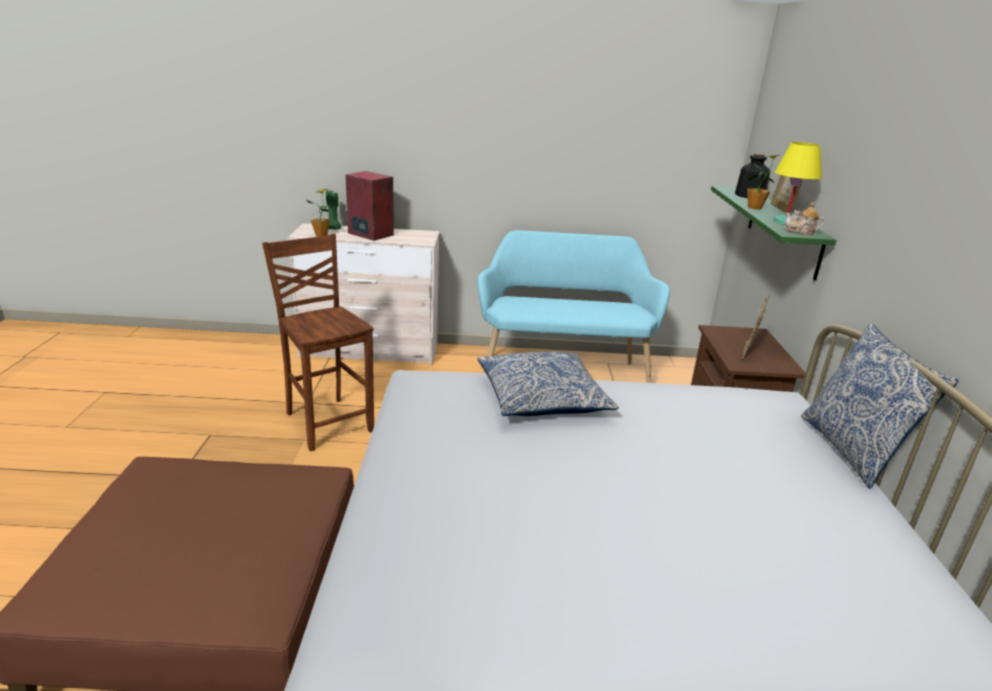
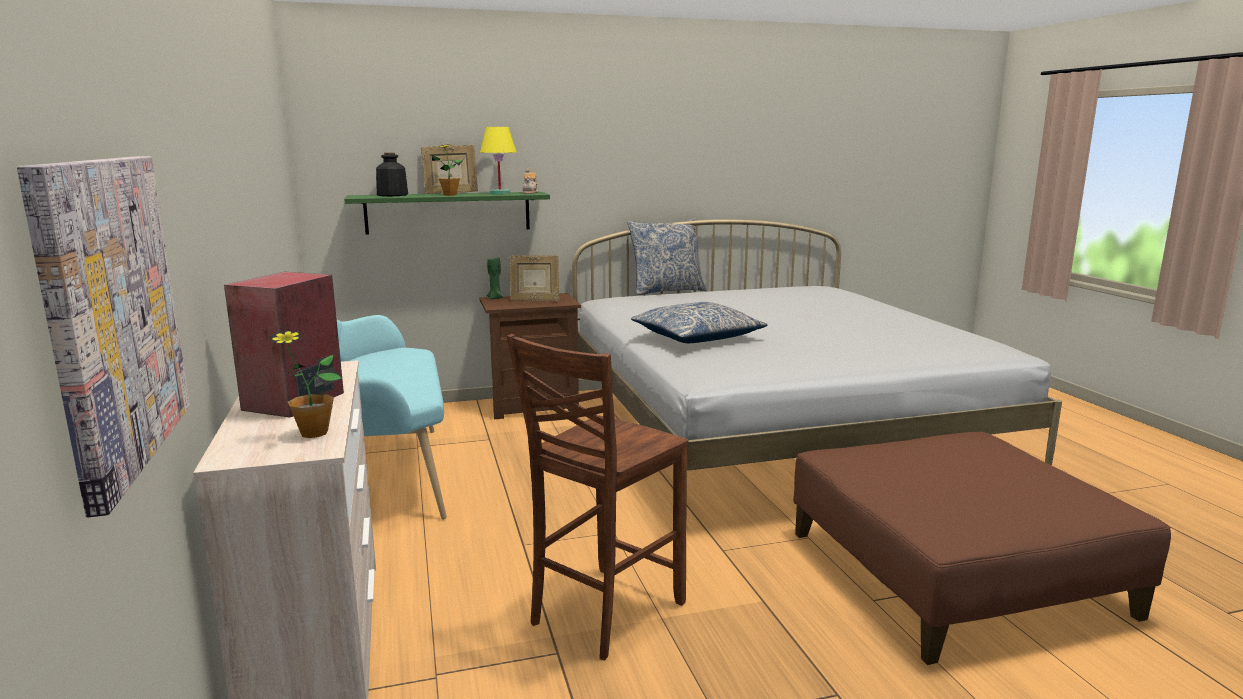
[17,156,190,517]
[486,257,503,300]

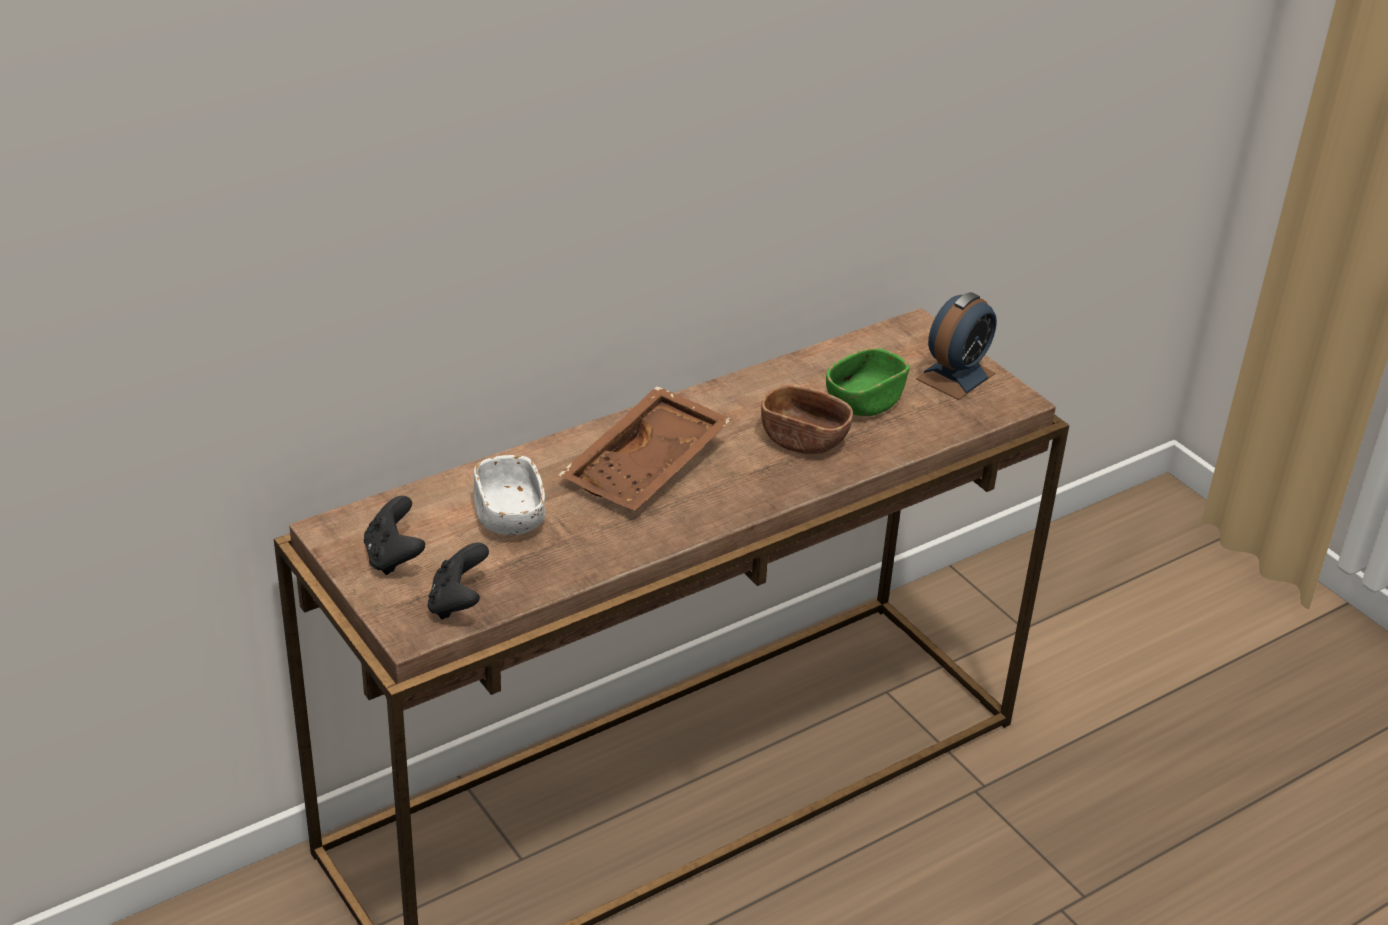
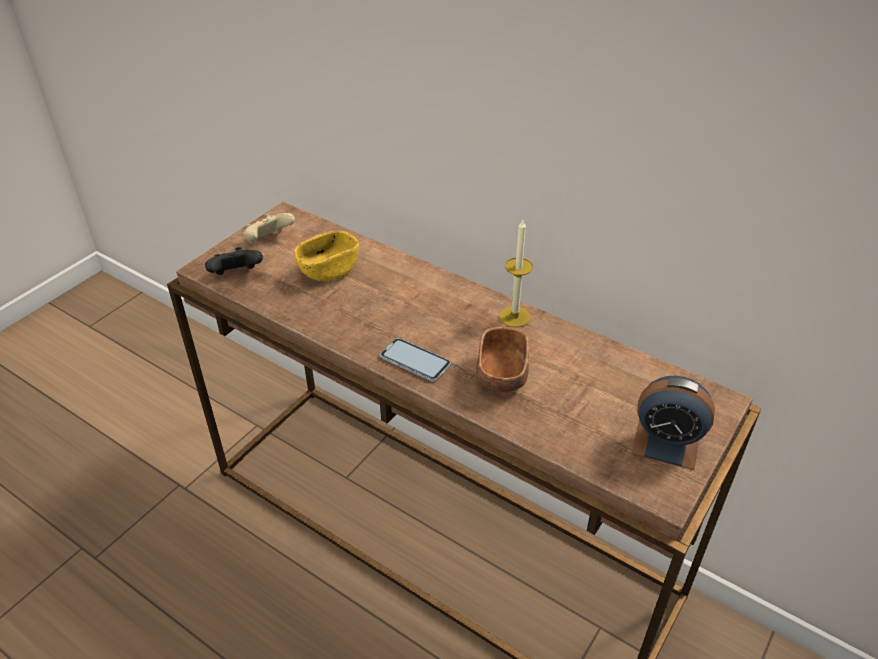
[244,213,295,244]
[294,230,359,281]
[380,338,451,381]
[499,220,533,328]
[559,386,731,511] (first image)
[826,348,909,416] (first image)

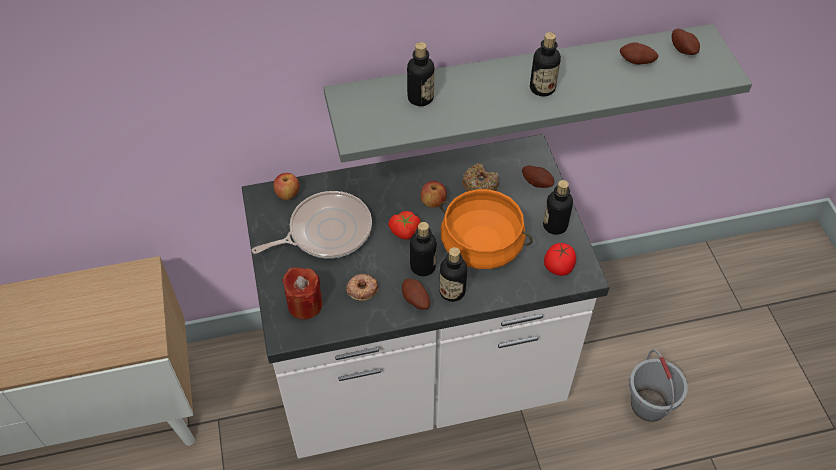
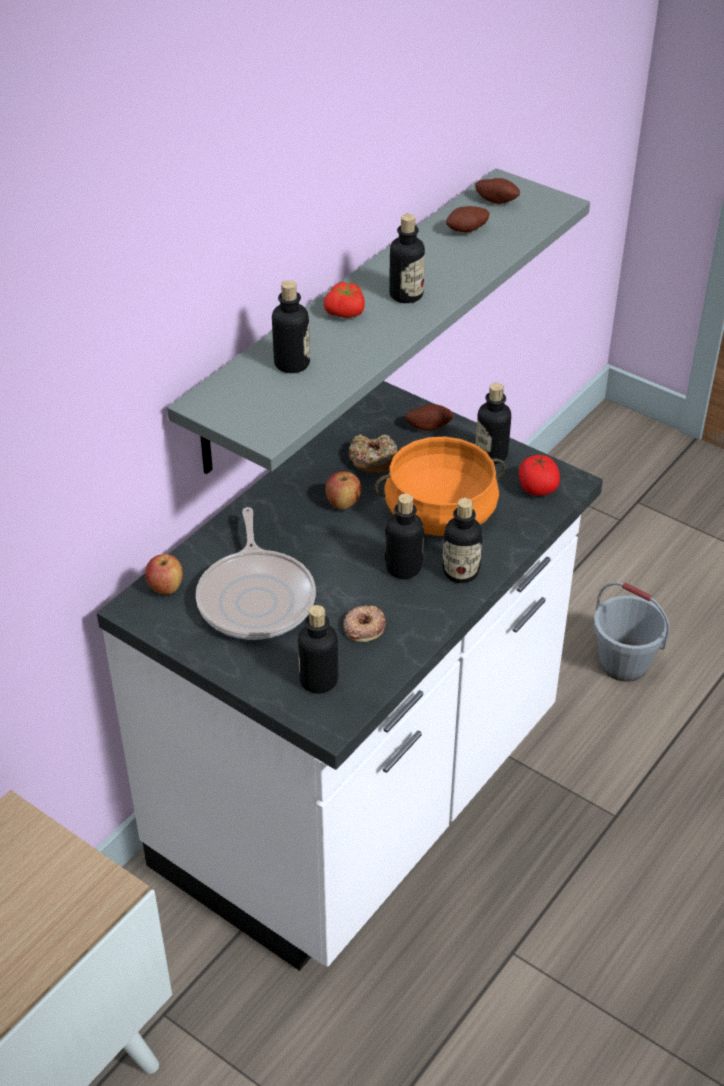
[196,507,316,640]
[298,605,338,694]
[324,282,365,318]
[402,279,430,310] (first image)

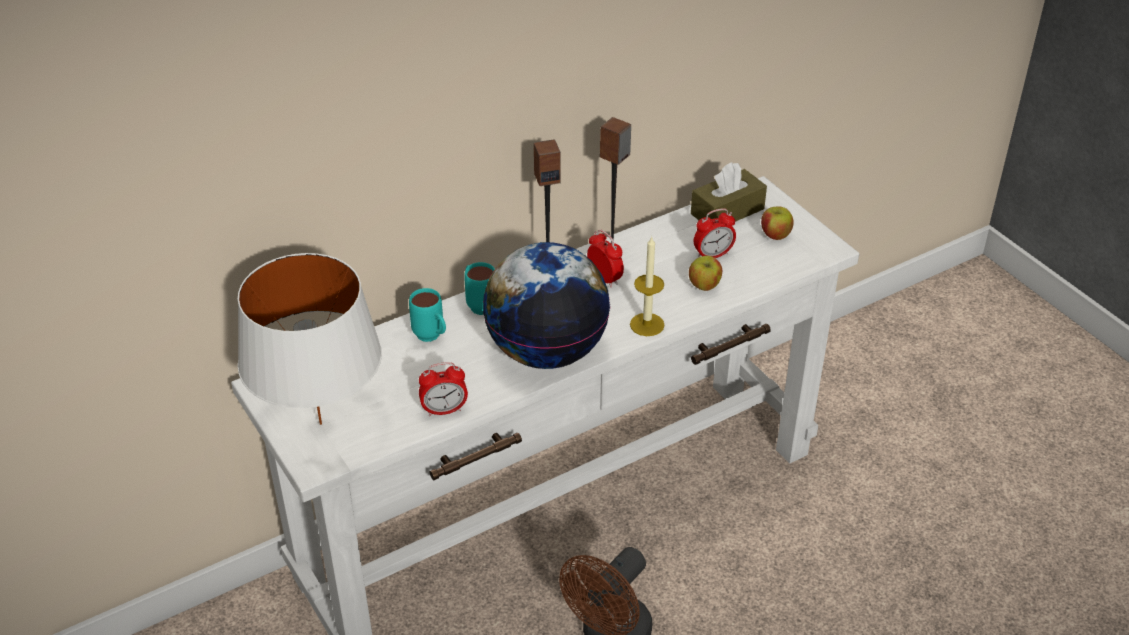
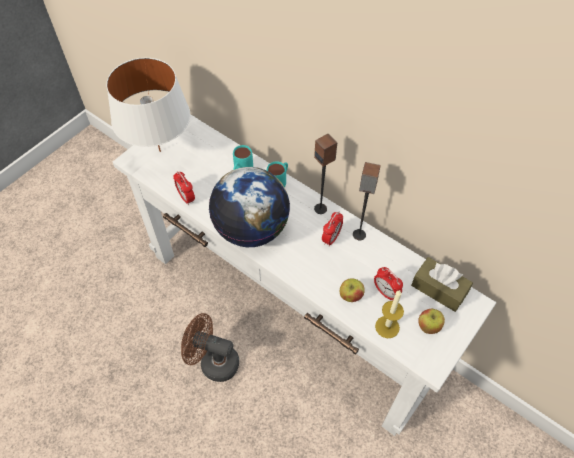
[375,290,404,338]

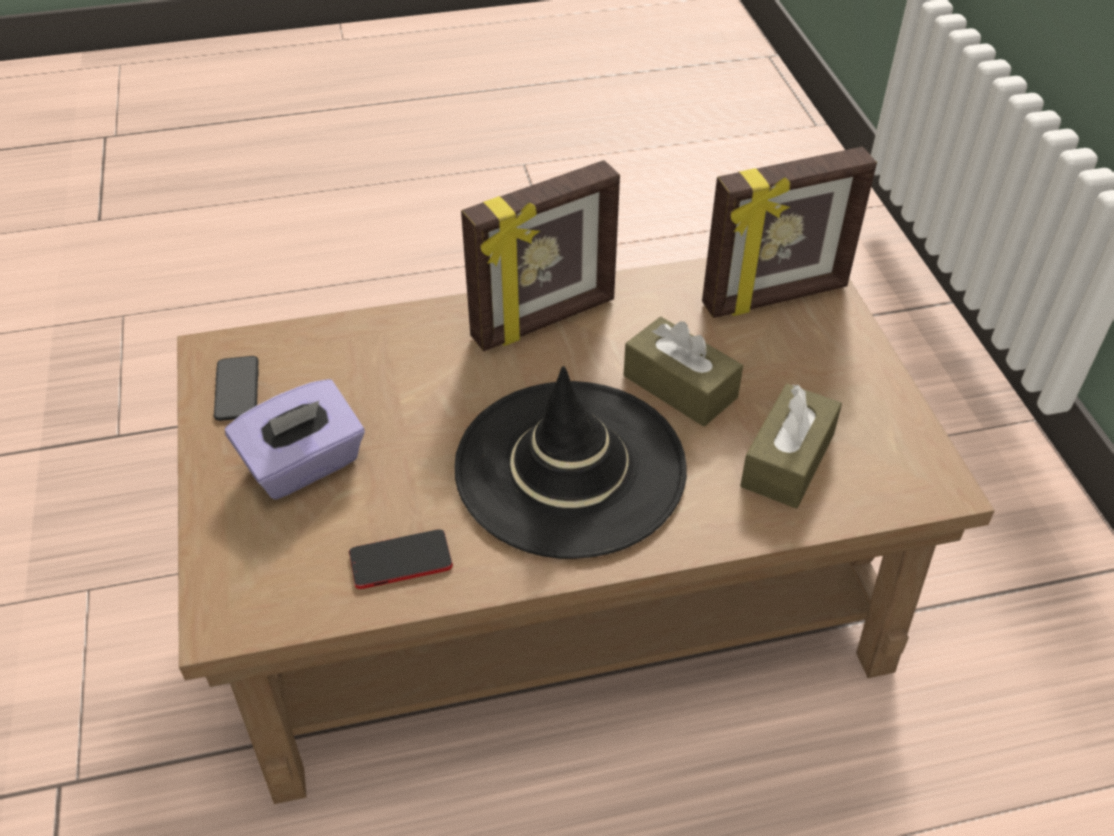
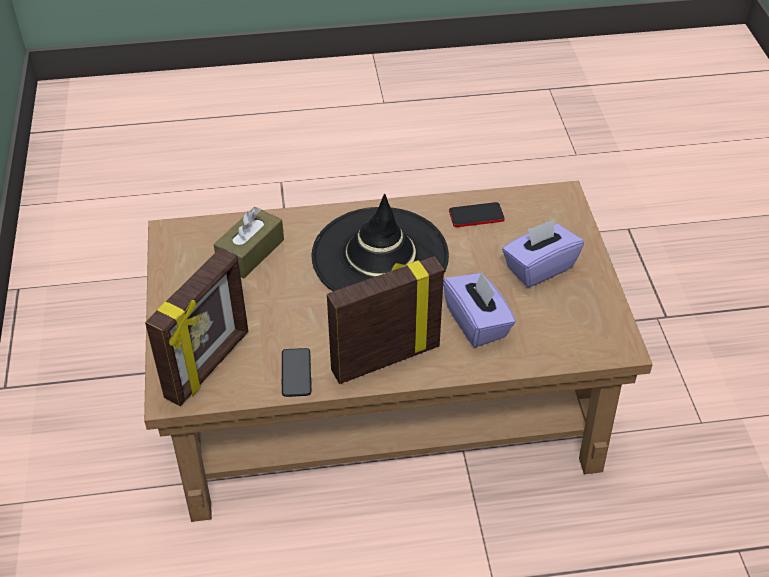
[145,248,248,406]
[282,348,312,397]
[443,272,516,347]
[624,317,743,427] (first image)

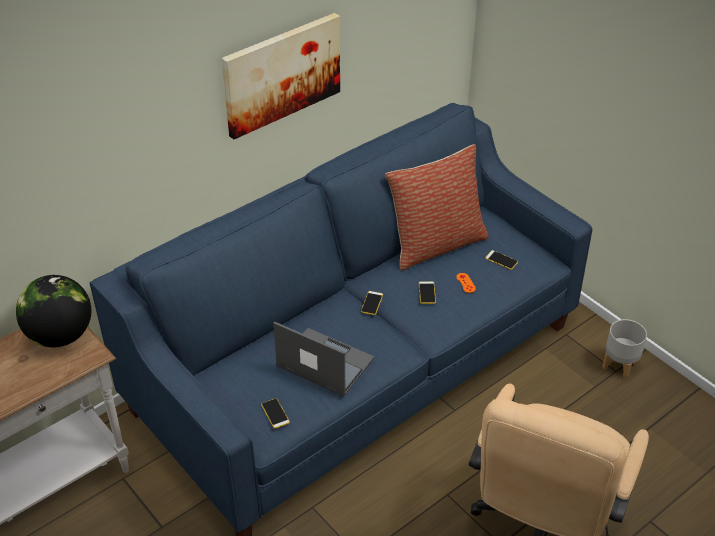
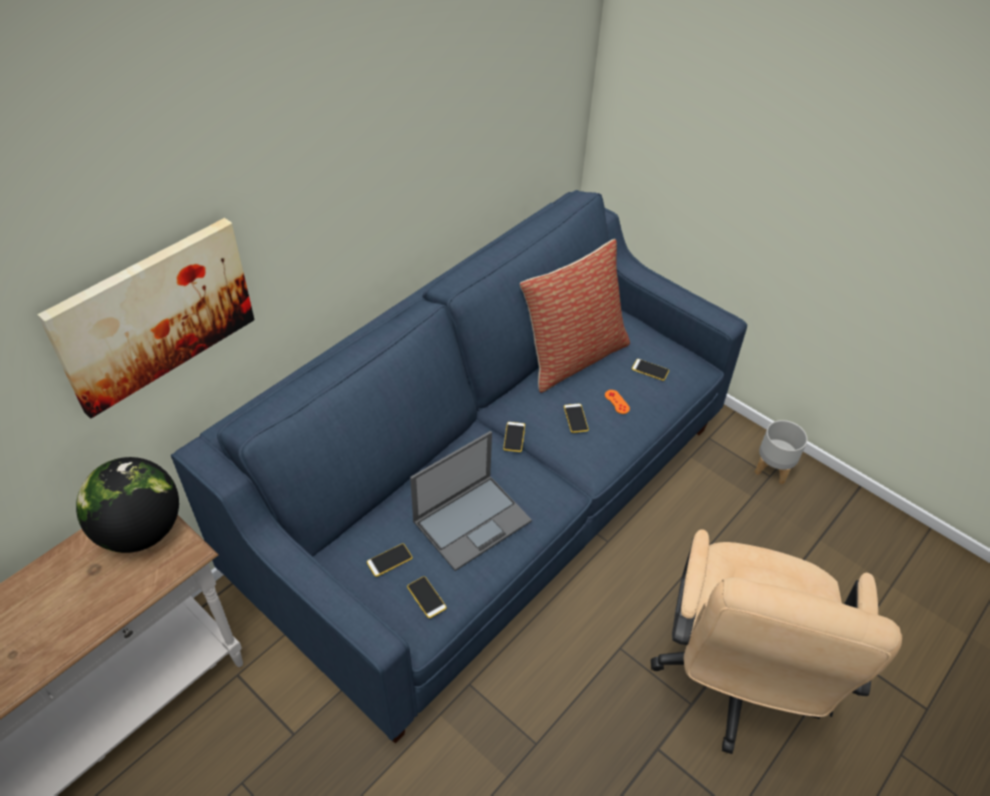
[38,218,255,419]
[367,544,413,577]
[410,431,532,571]

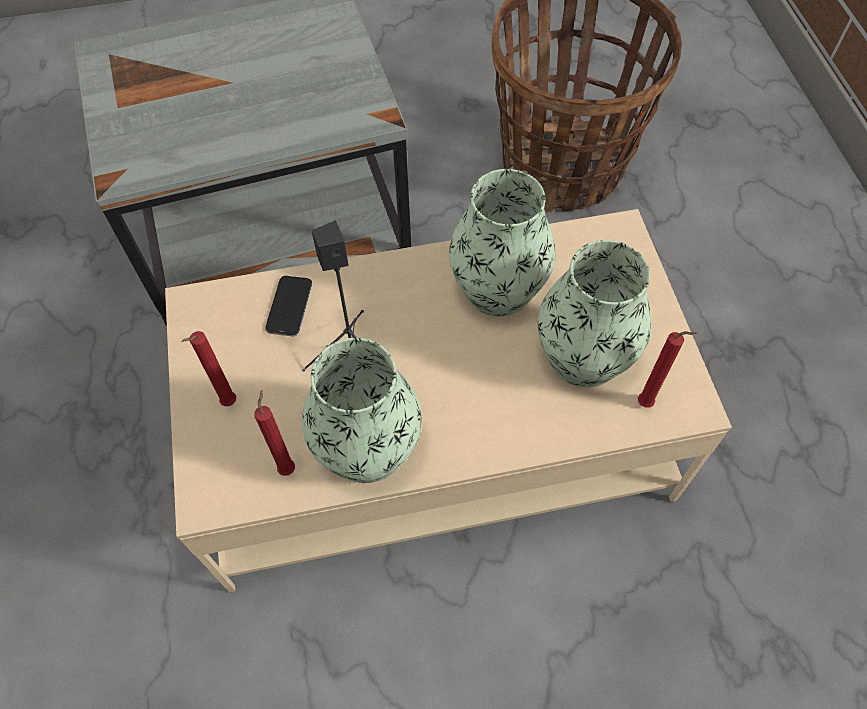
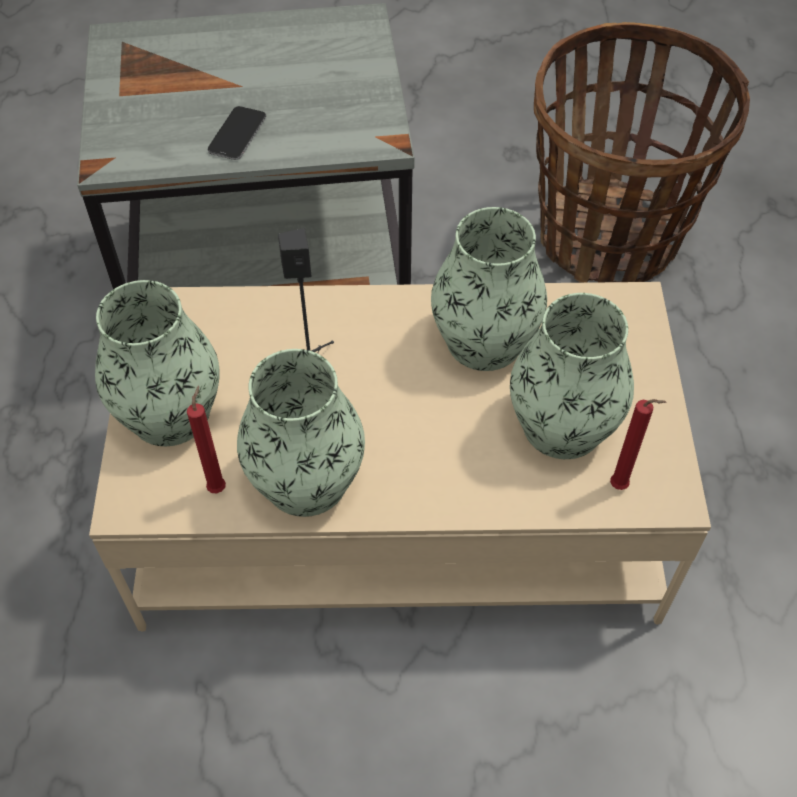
[95,280,220,446]
[208,106,266,160]

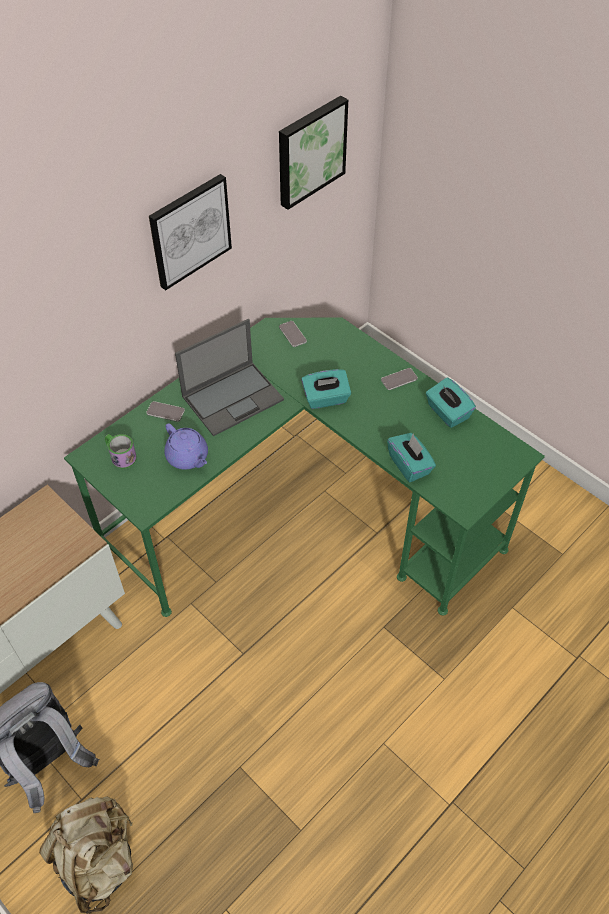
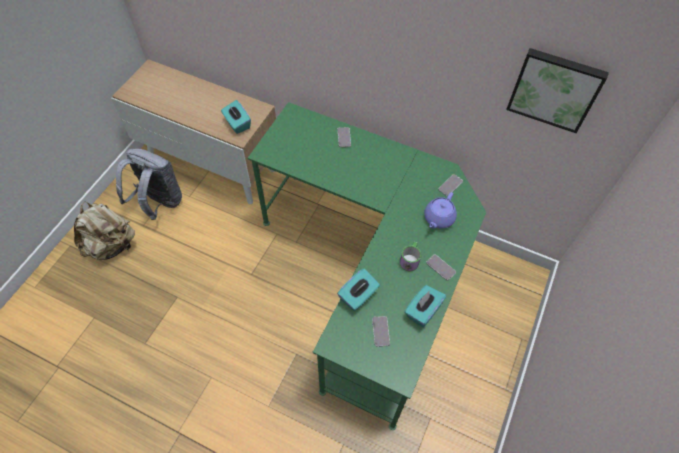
[221,100,251,134]
[372,316,390,347]
[400,242,421,272]
[424,192,457,229]
[149,174,232,290] (first image)
[175,319,284,436] (first image)

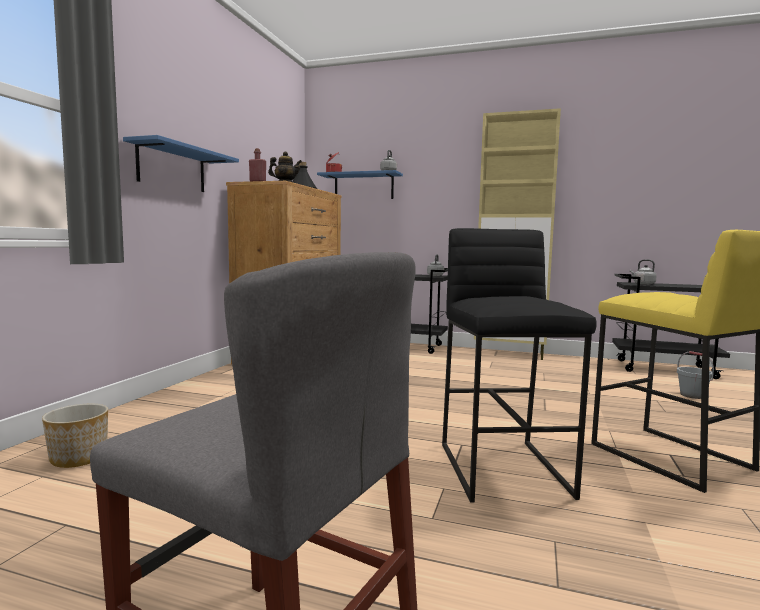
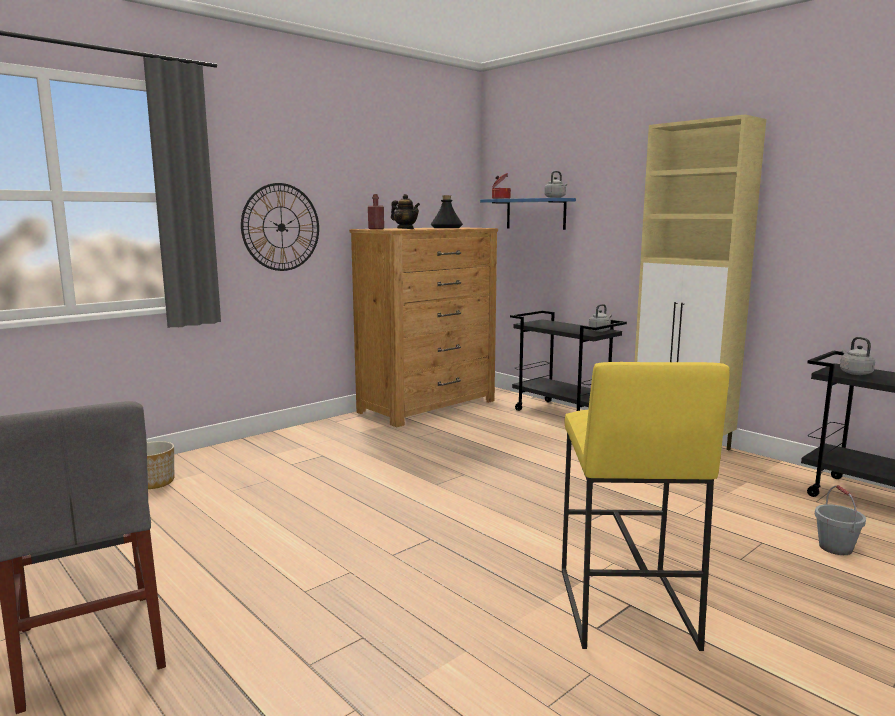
[241,183,319,271]
[442,228,597,502] (first image)

